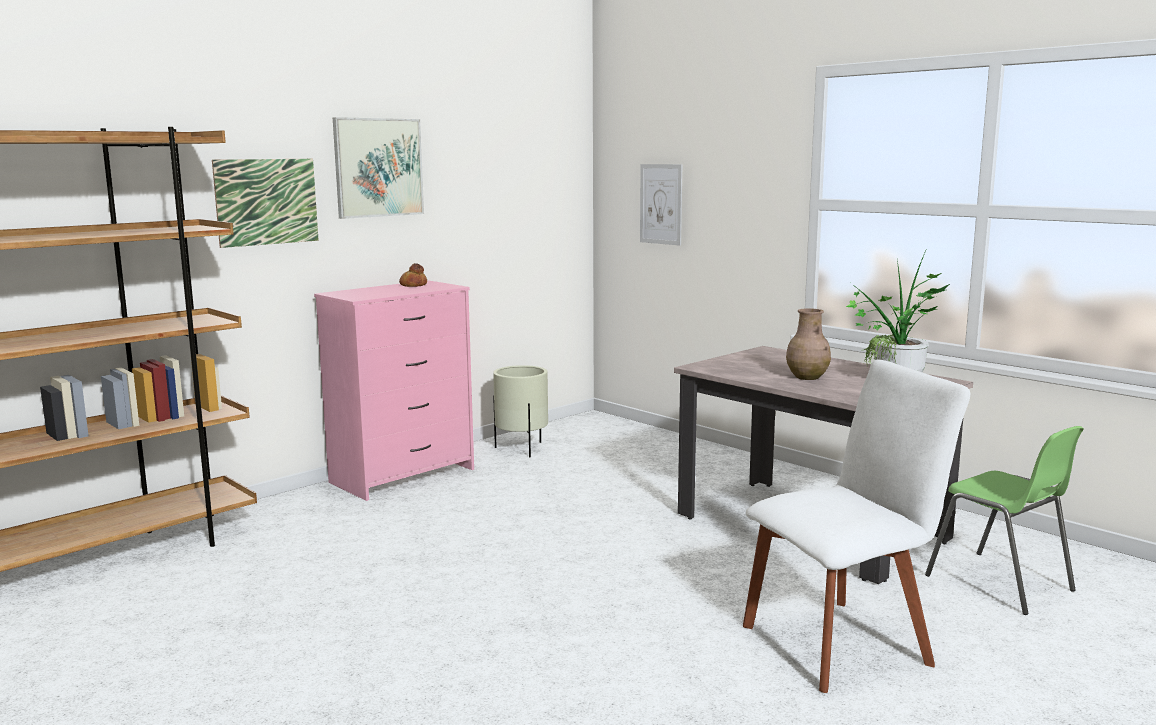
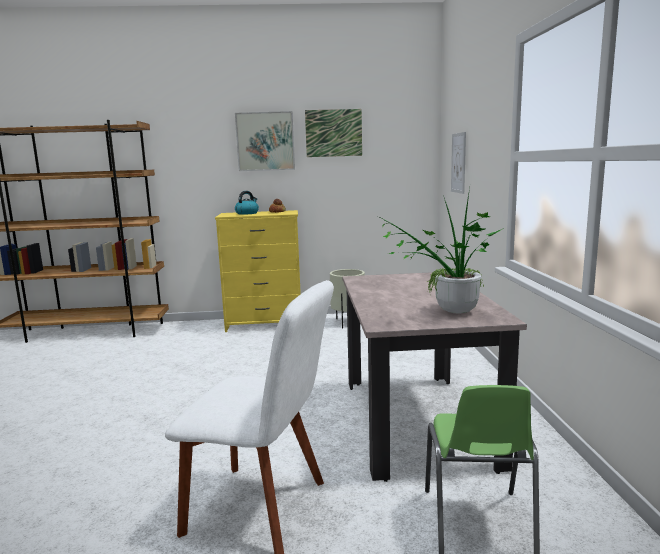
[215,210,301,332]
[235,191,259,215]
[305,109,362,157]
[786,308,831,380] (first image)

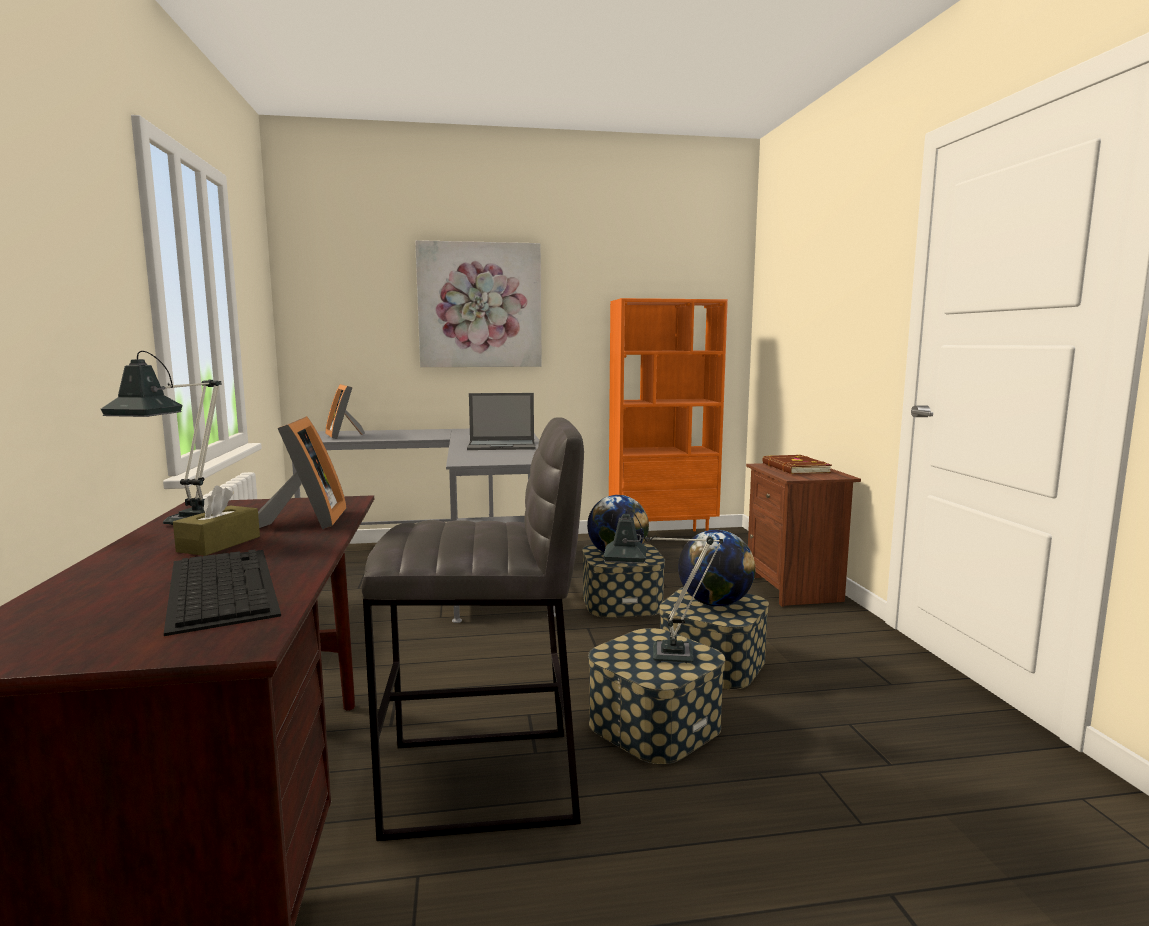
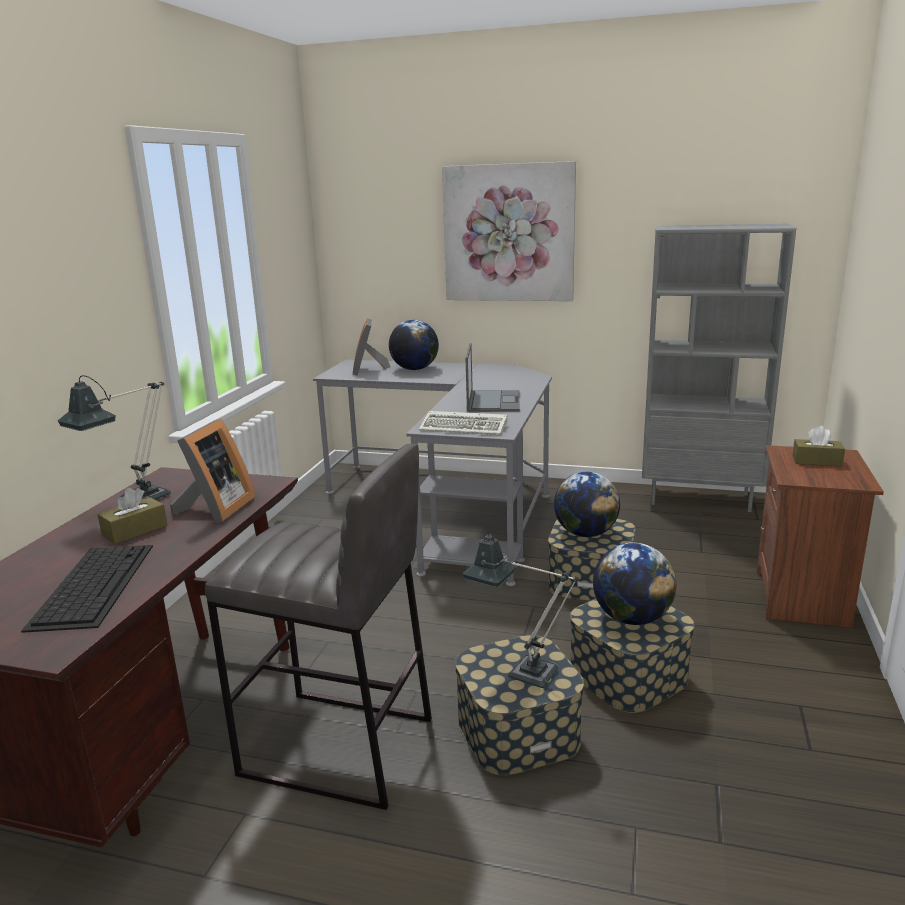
[389,320,439,370]
[419,411,508,435]
[466,343,520,412]
[642,224,796,512]
[792,426,845,466]

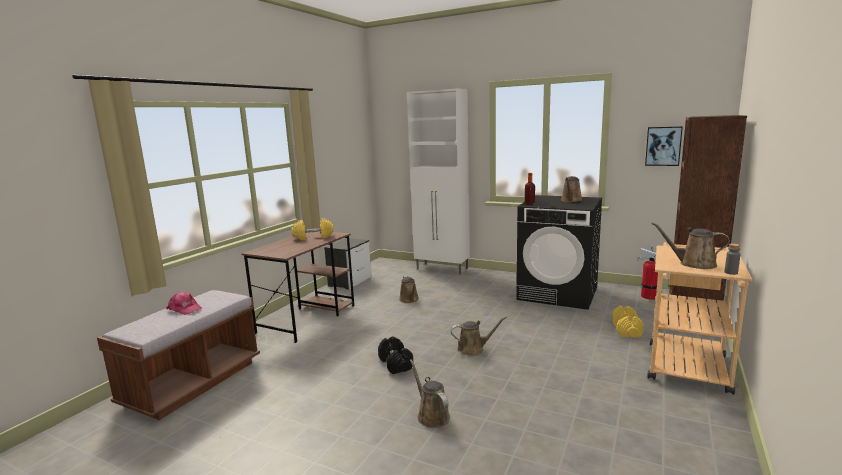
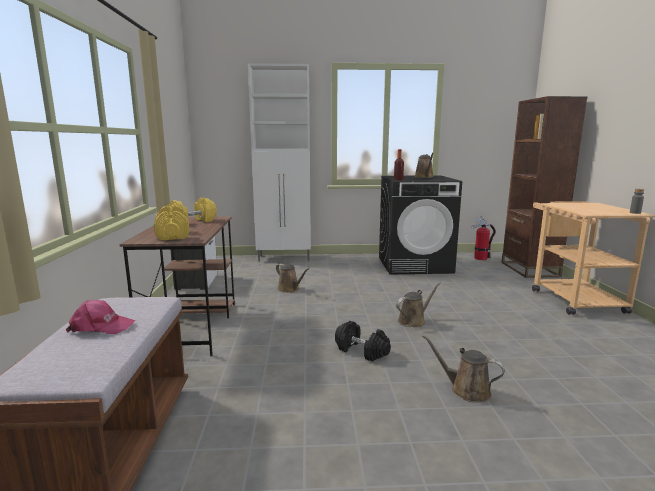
[154,206,190,241]
[645,126,683,166] (first image)
[651,222,730,269] (first image)

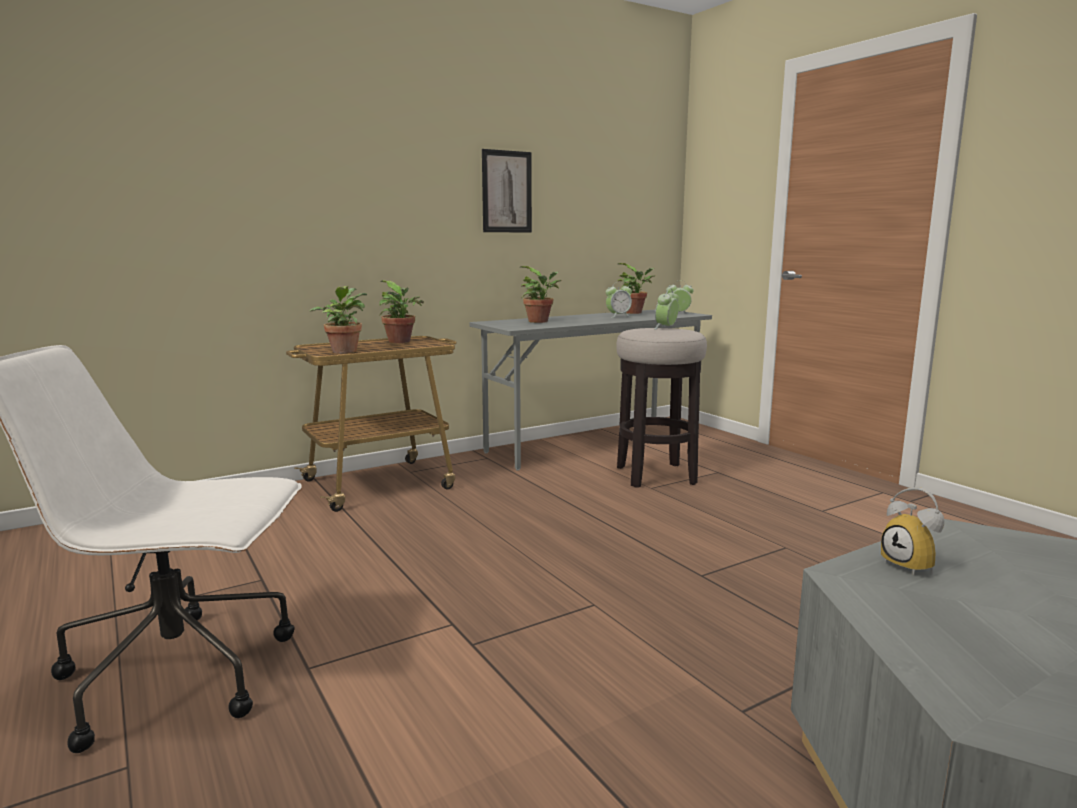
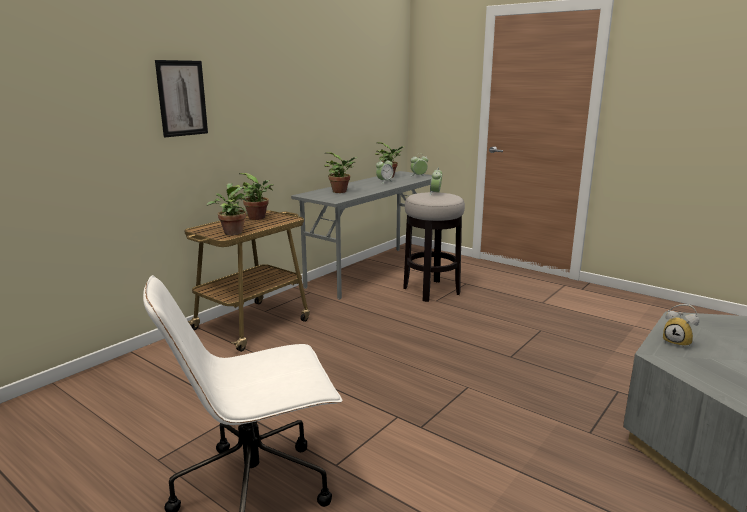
[155,60,208,137]

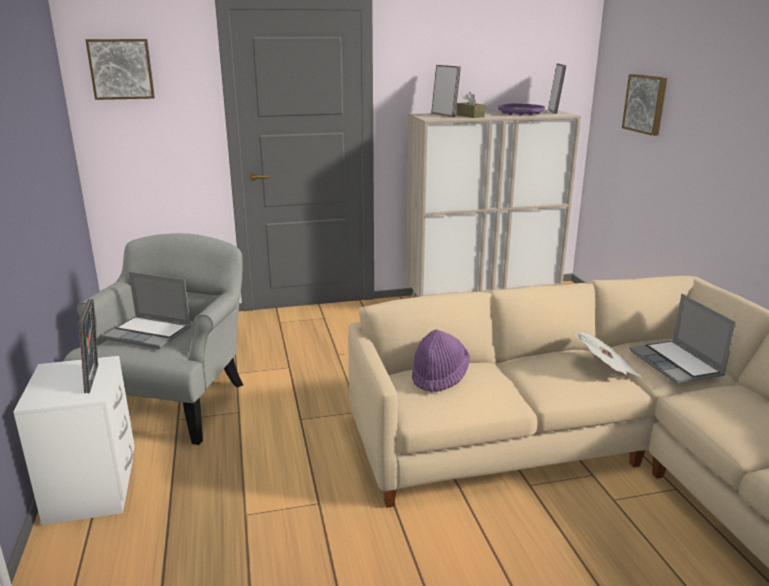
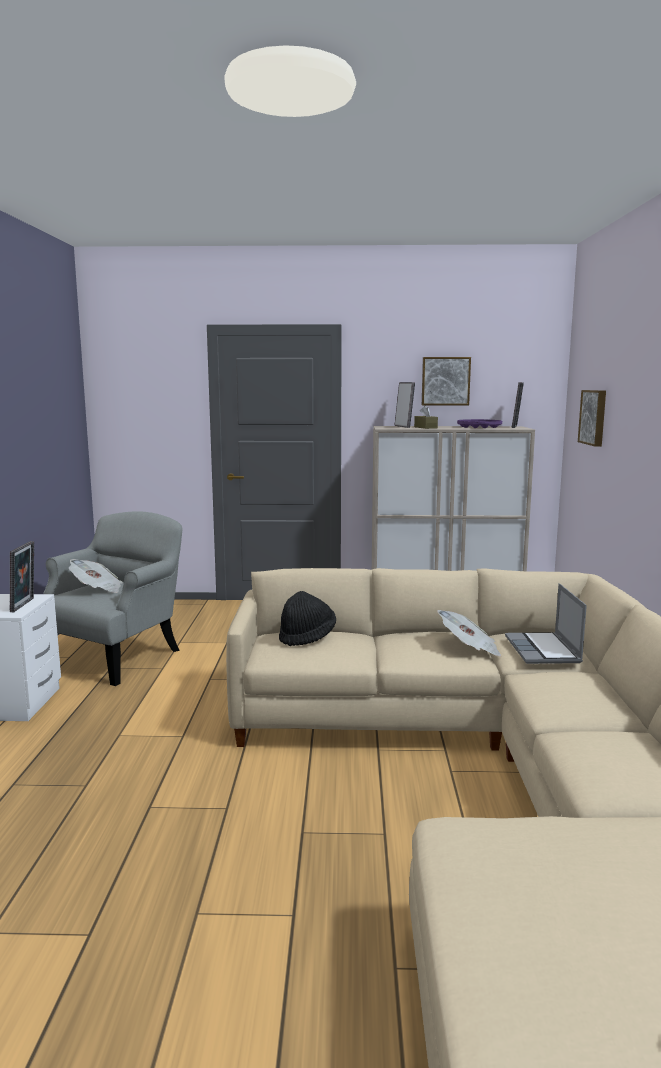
[69,559,122,593]
[279,591,336,646]
[422,357,471,405]

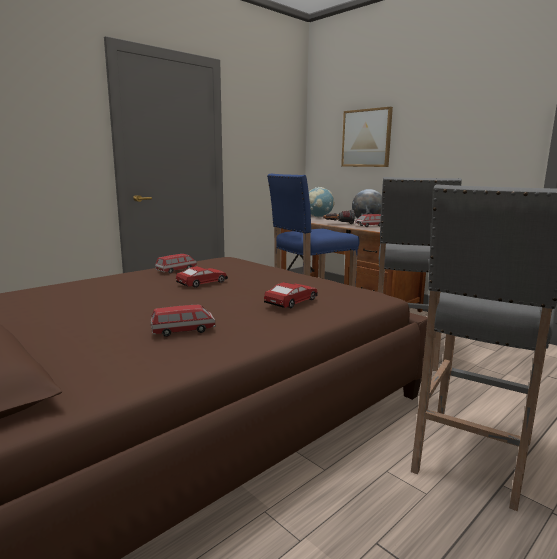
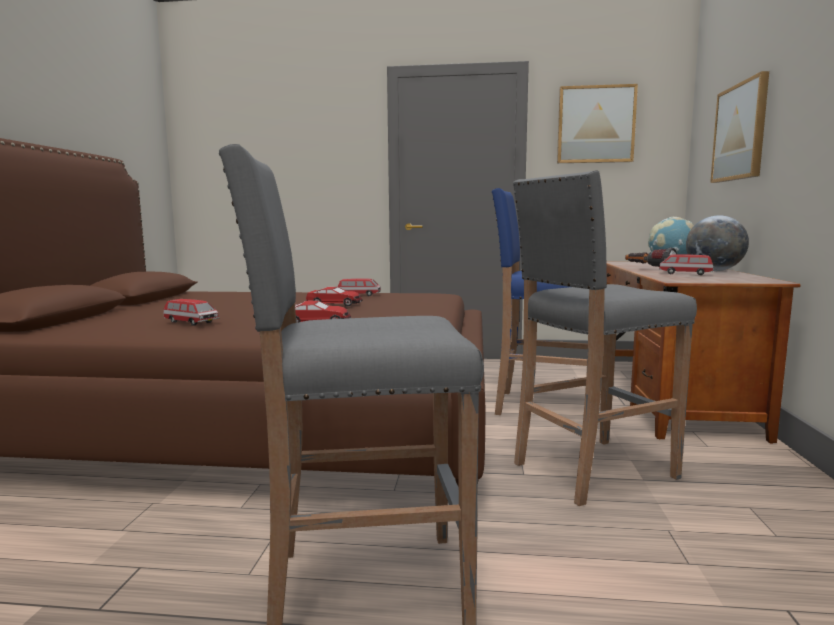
[557,84,638,163]

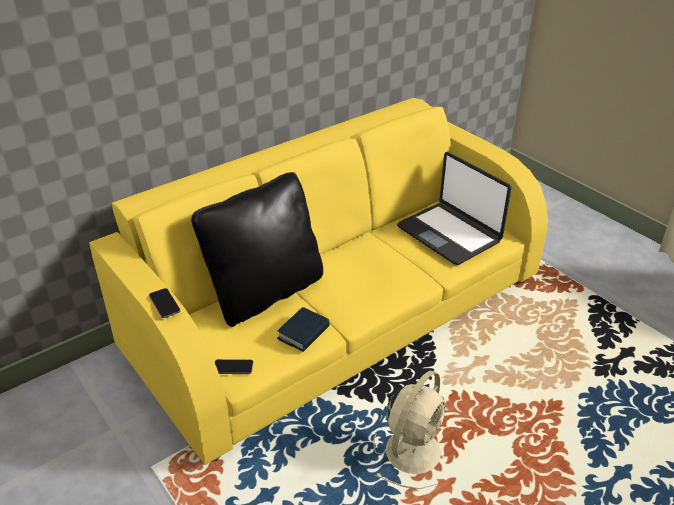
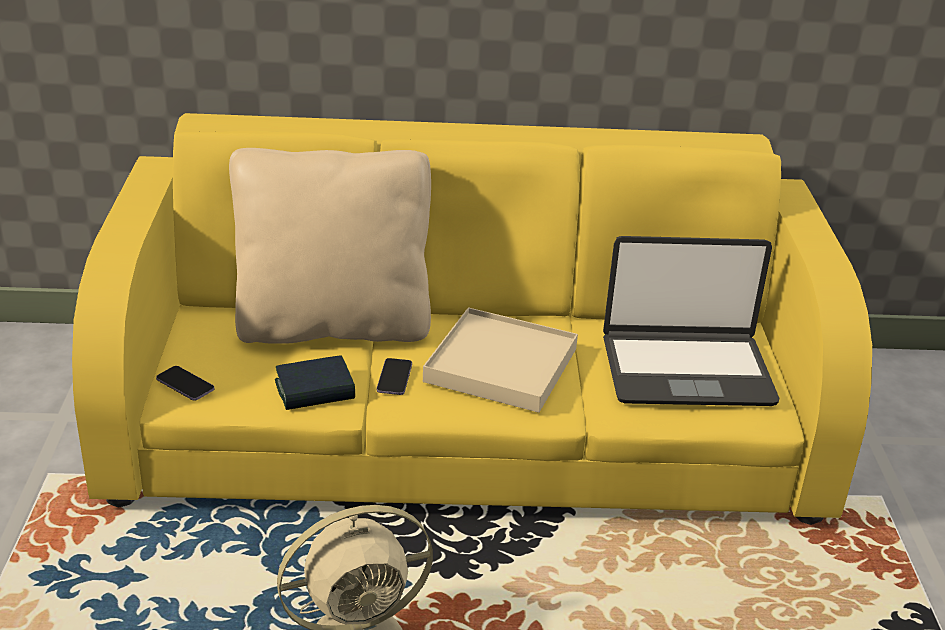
[229,148,431,344]
[377,358,412,395]
[423,307,578,413]
[603,236,779,406]

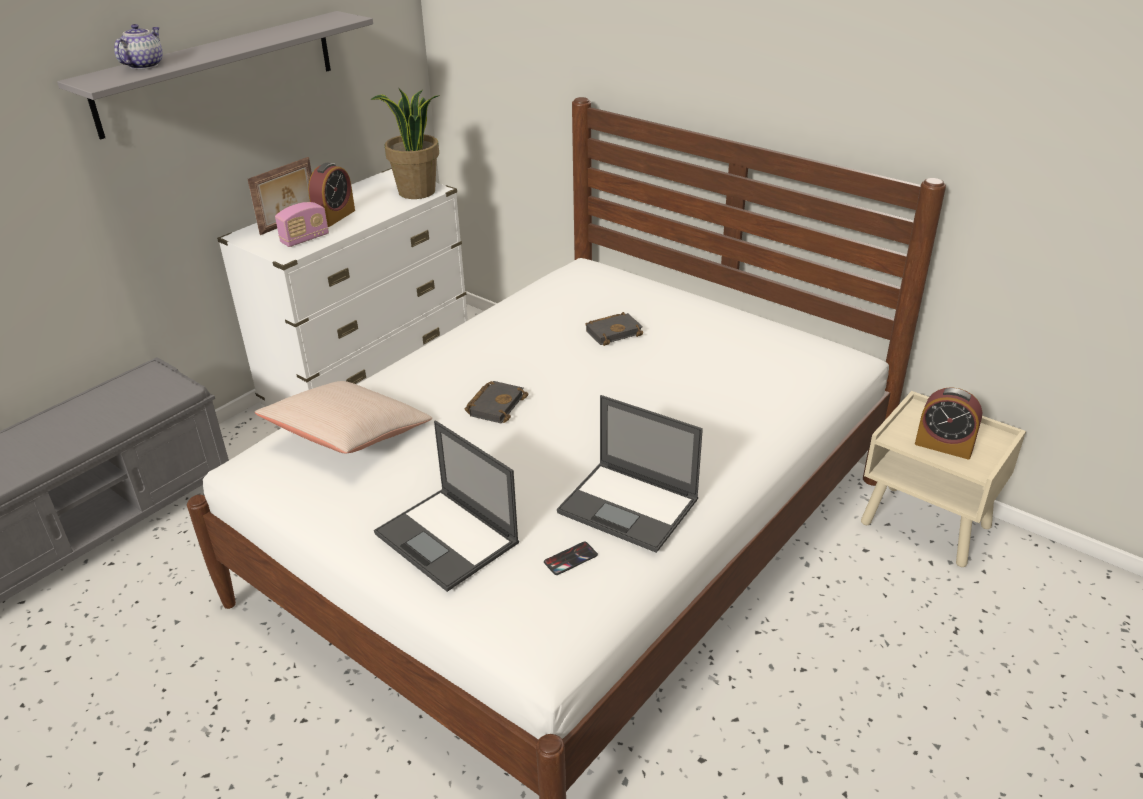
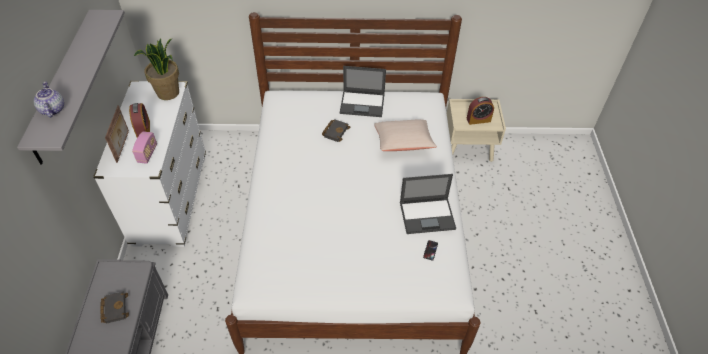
[101,291,129,324]
[340,66,386,117]
[374,120,437,151]

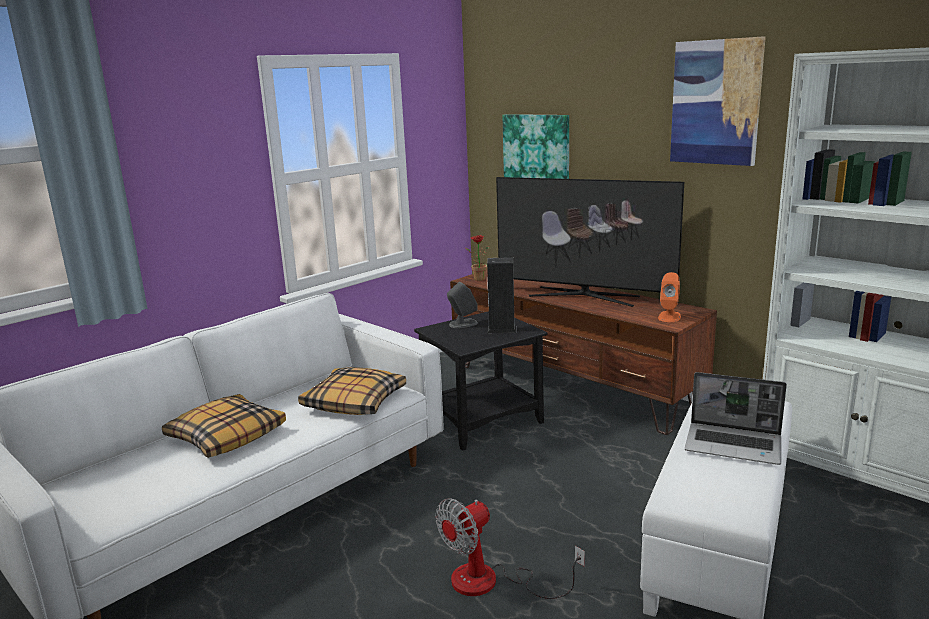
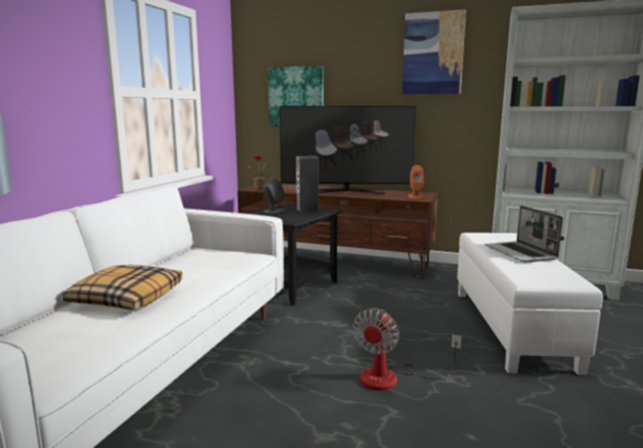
[485,205,563,263]
[298,367,406,415] (first image)

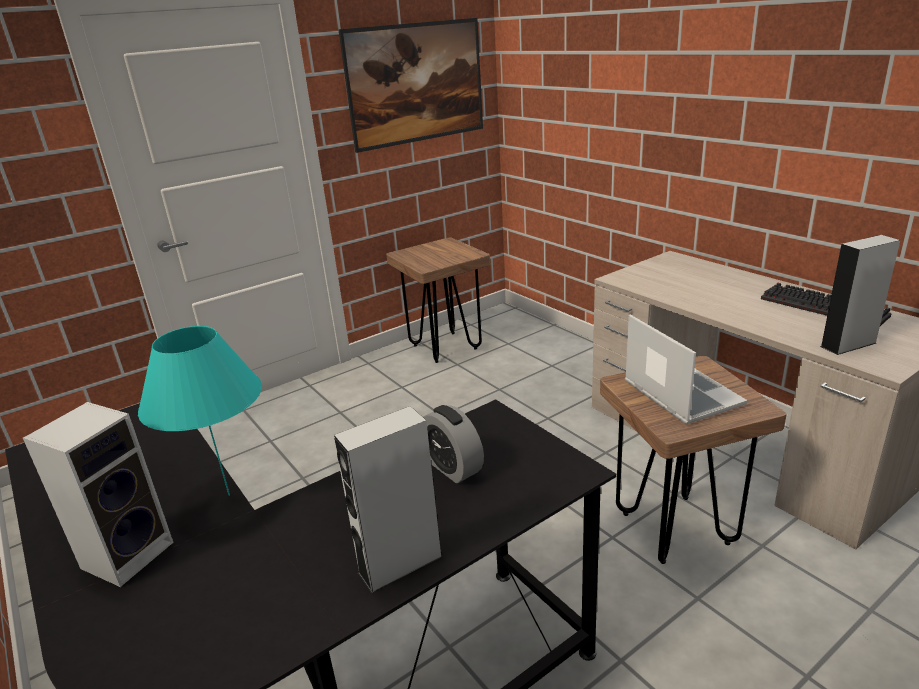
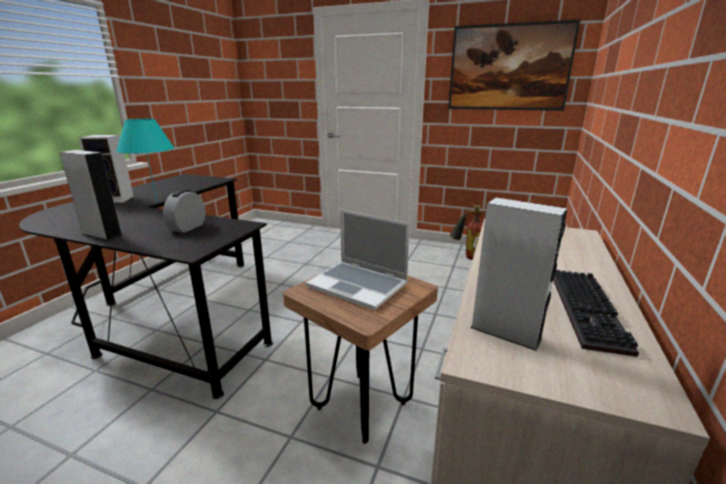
[306,210,410,310]
[450,205,483,260]

